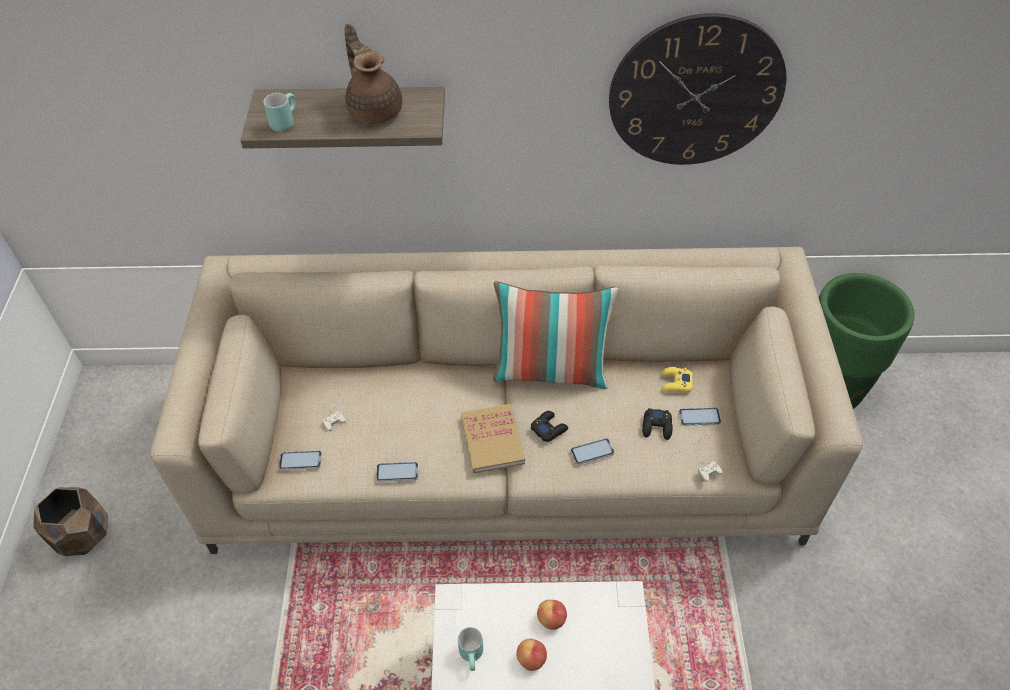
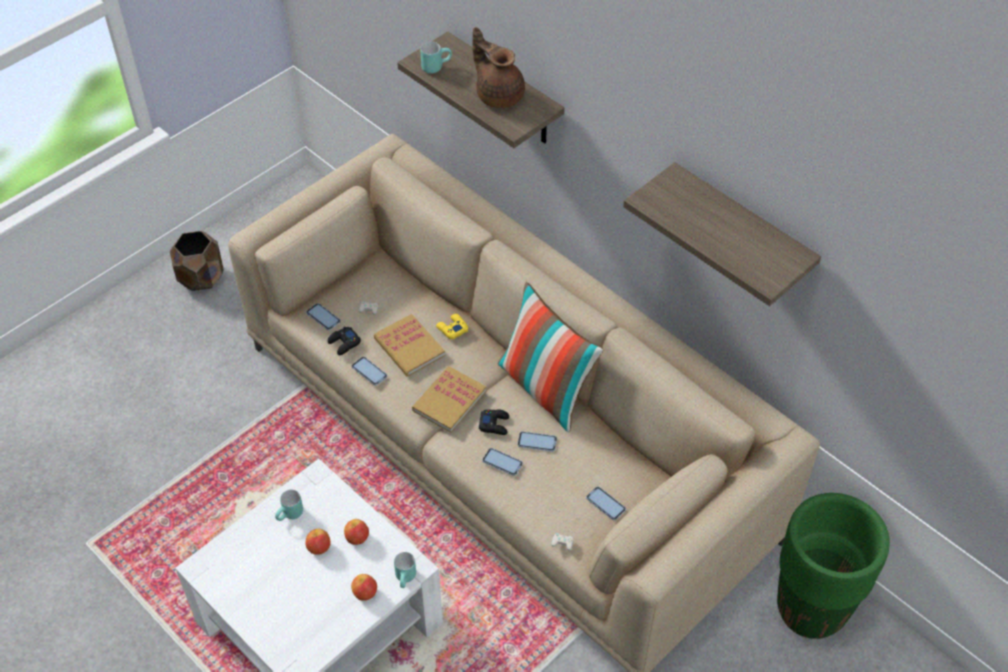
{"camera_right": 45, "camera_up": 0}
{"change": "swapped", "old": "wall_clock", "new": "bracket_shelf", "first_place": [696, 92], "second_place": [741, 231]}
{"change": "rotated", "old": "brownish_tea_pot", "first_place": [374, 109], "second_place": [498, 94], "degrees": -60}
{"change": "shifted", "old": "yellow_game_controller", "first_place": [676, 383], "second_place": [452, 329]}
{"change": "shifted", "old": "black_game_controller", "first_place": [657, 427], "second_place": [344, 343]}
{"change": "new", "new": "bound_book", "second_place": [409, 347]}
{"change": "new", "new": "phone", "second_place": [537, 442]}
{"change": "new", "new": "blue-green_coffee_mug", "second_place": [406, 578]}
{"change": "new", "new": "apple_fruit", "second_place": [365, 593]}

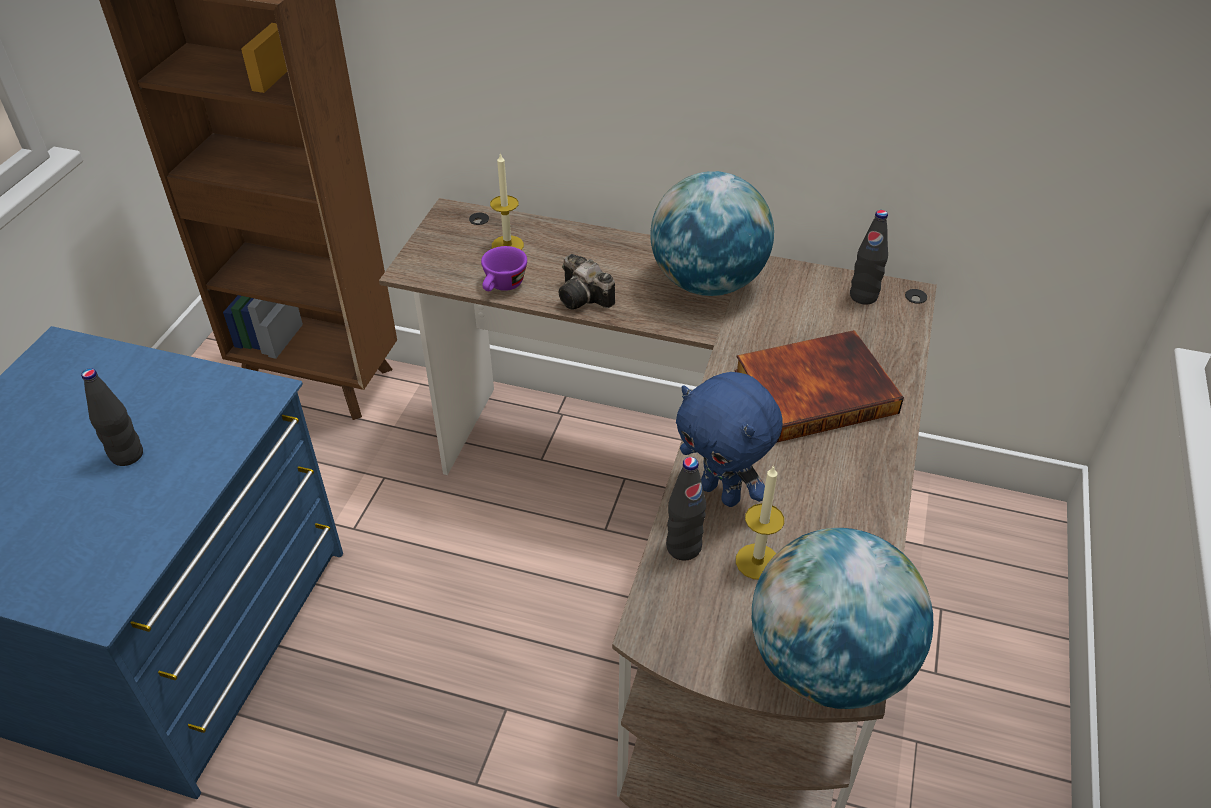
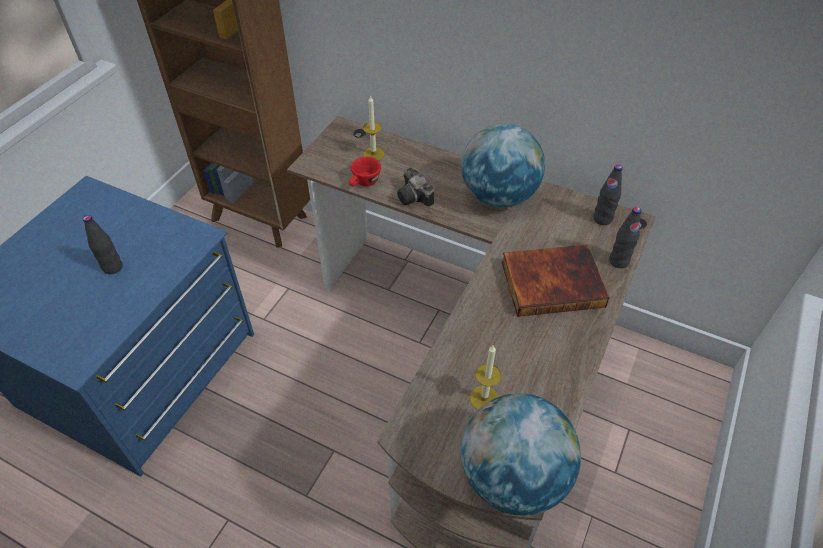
{"camera_right": 10, "camera_up": 5}
{"change": "repainted", "old": "purple-coloured_cup", "new": "red_cup", "first_place": [503, 286], "second_place": [364, 183]}
{"change": "gone", "old": "bluish_soft_toy", "first_place": [721, 493]}
{"change": "shifted", "old": "black_drink_bottle", "first_place": [683, 547], "second_place": [618, 261]}

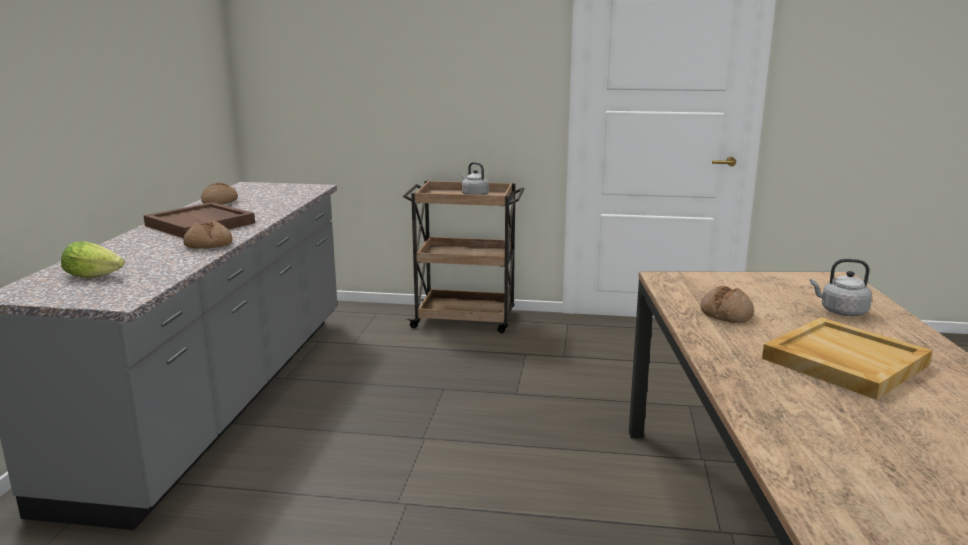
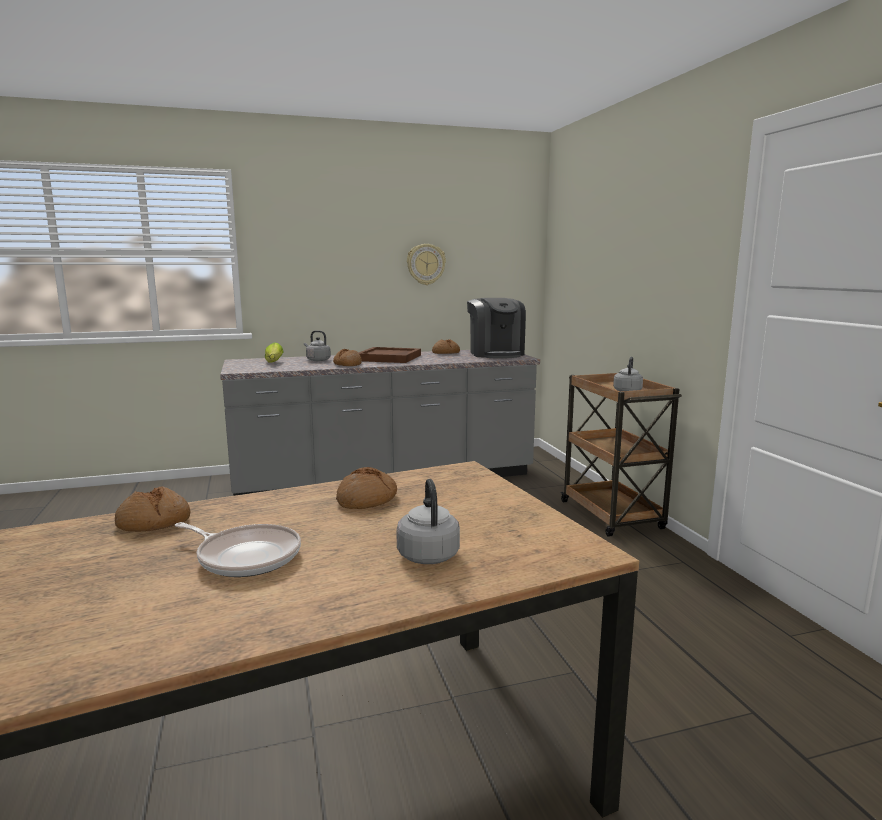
{"camera_right": 65, "camera_up": -5}
{"change": "swapped", "old": "beige_tray", "new": "pan", "first_place": [843, 361], "second_place": [246, 556]}
{"change": "new", "new": "wall_clock", "second_place": [425, 264]}
{"change": "new", "new": "coffee_maker", "second_place": [495, 354]}
{"change": "new", "new": "gray_water_kettle", "second_place": [317, 360]}
{"change": "new", "new": "baked_bread", "second_place": [154, 522]}

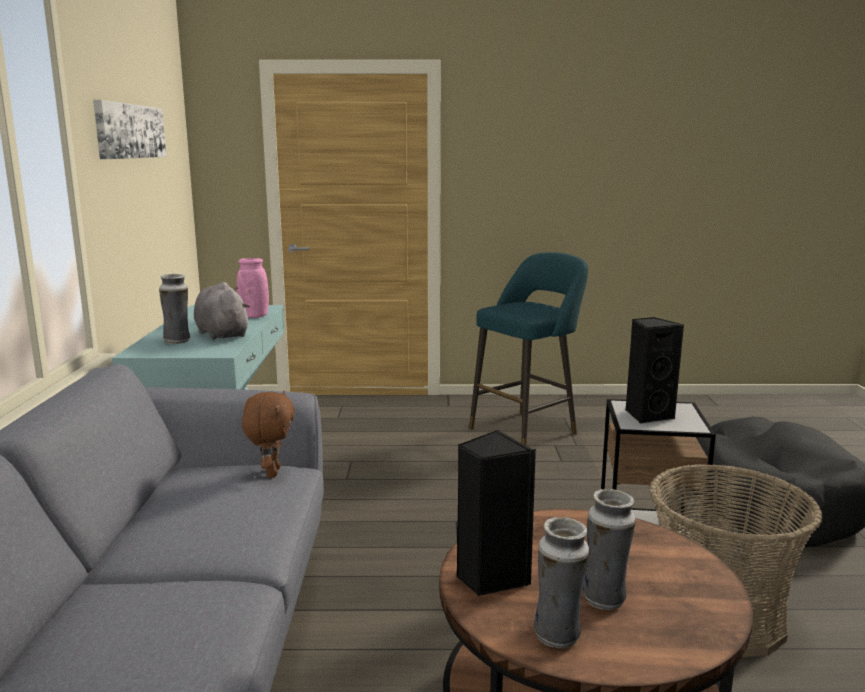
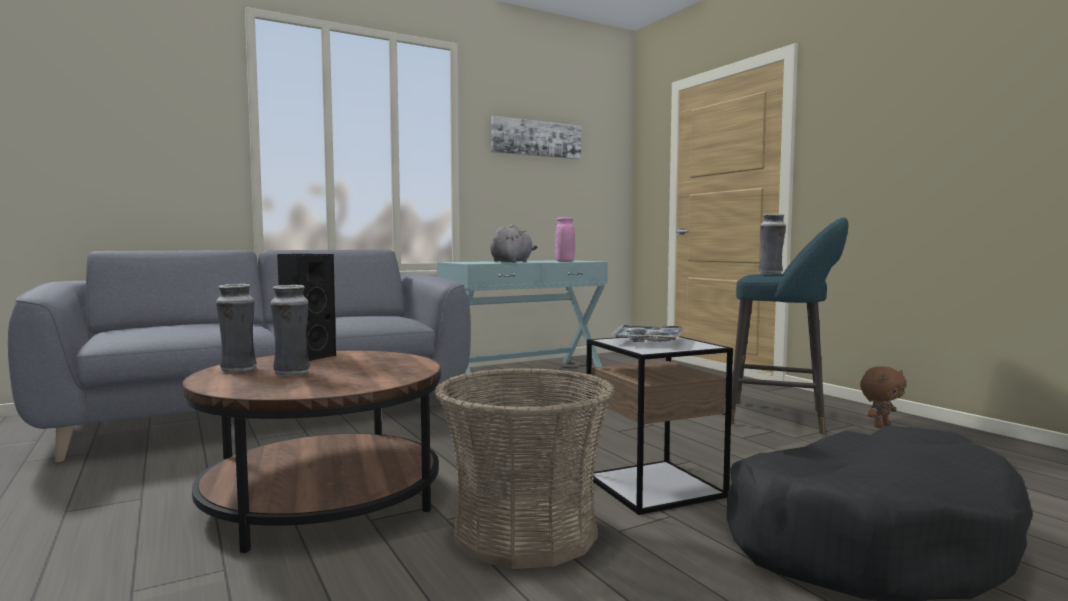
{"camera_right": 60, "camera_up": -10}
{"change": "shifted", "old": "vase", "first_place": [178, 341], "second_place": [771, 273]}
{"change": "swapped", "old": "black_loudspeaker", "new": "tray", "first_place": [647, 415], "second_place": [648, 341]}
{"change": "shifted", "old": "brownish_soft_toy", "first_place": [271, 472], "second_place": [880, 426]}

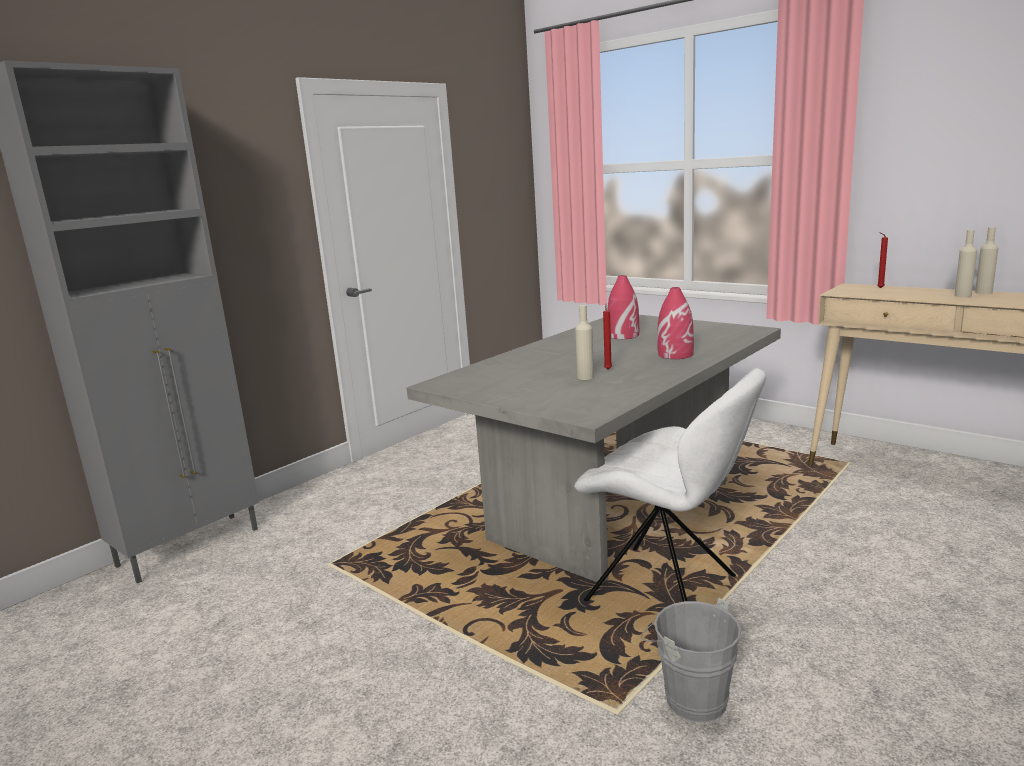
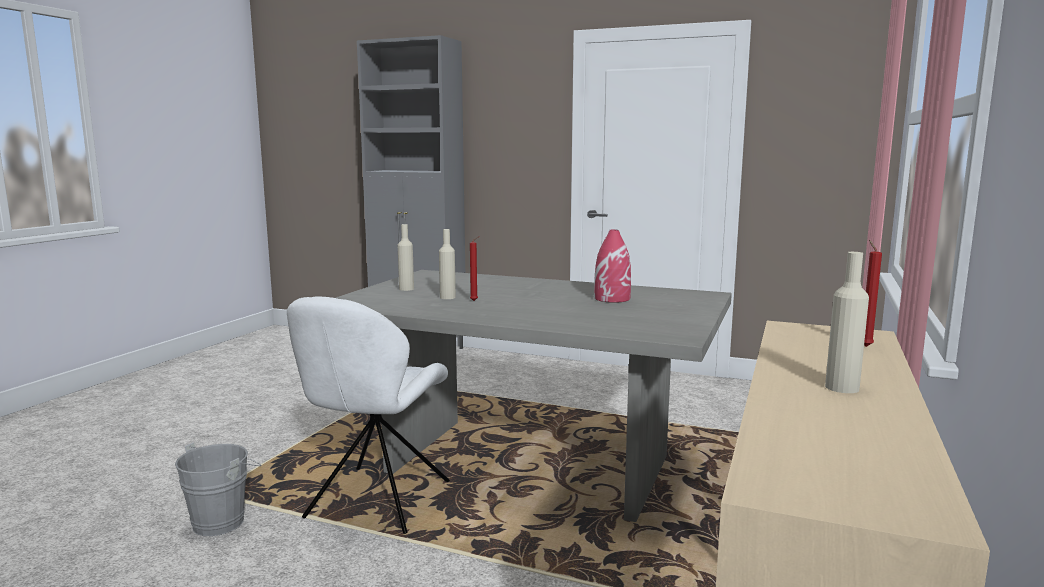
{"camera_right": 70, "camera_up": -5}
{"change": "shifted", "old": "beige_drink_bottle", "first_place": [983, 292], "second_place": [406, 289]}
{"change": "gone", "old": "red_vase", "first_place": [675, 354]}

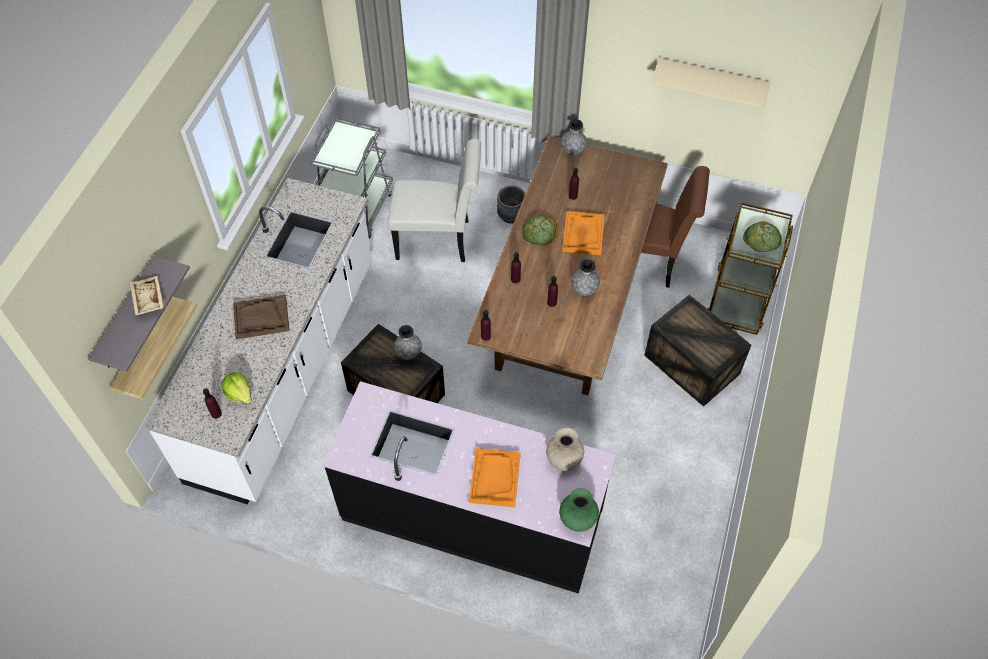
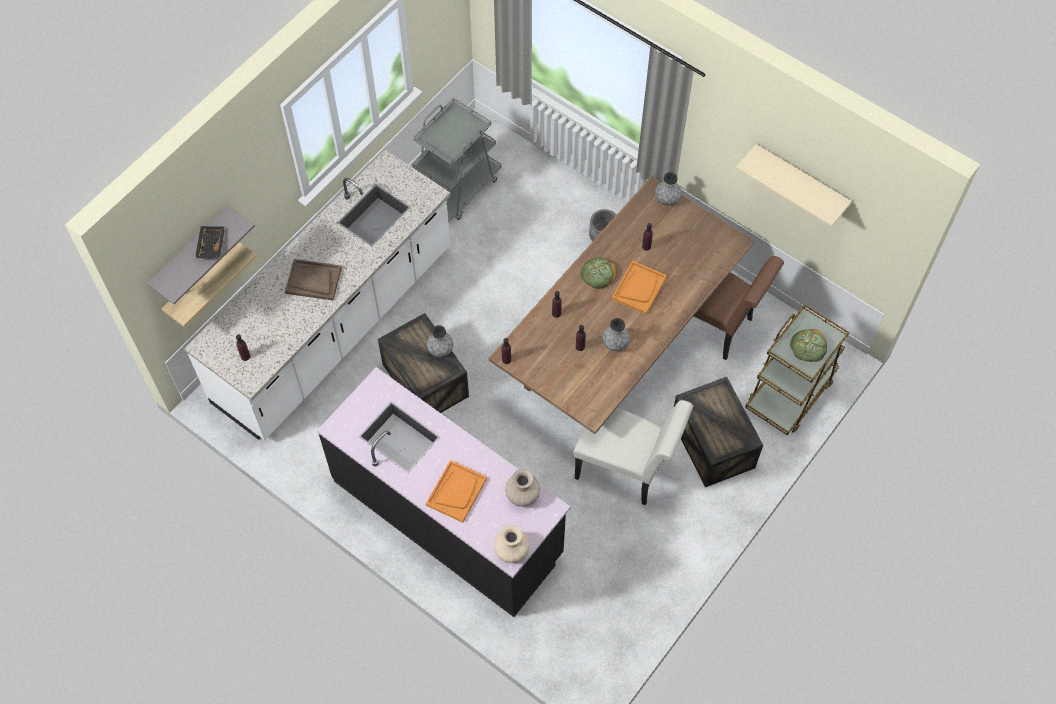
{"camera_right": 20, "camera_up": 5}
{"change": "shifted", "old": "whitish_chair", "first_place": [439, 240], "second_place": [627, 469]}
{"change": "repainted", "old": "beige_tray", "new": "black_tray", "first_place": [147, 299], "second_place": [210, 245]}
{"change": "gone", "old": "lettuce", "first_place": [239, 393]}
{"change": "repainted", "old": "green_vase", "new": "beige_vase", "first_place": [578, 520], "second_place": [511, 552]}

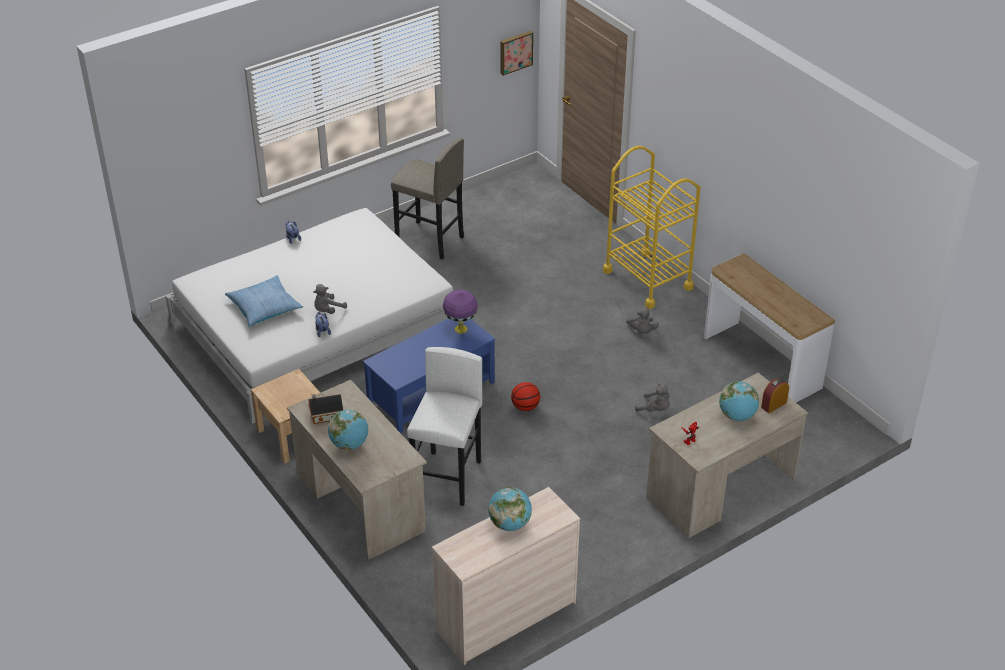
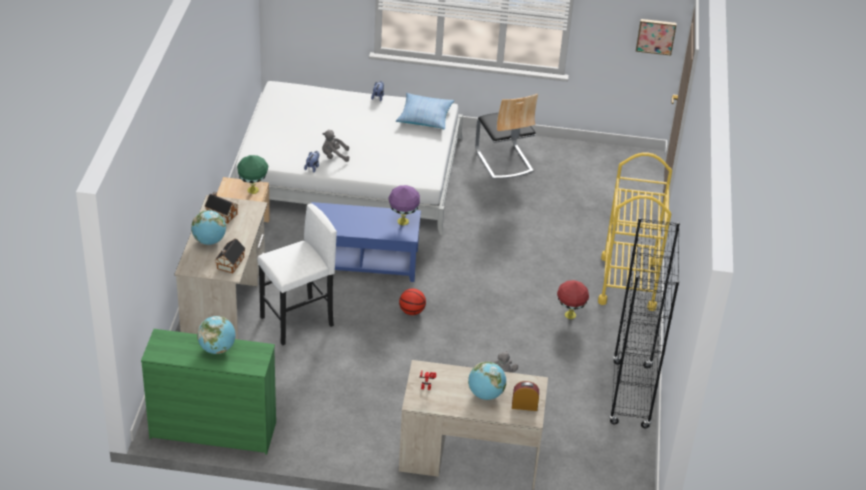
{"camera_right": 40, "camera_up": 0}
{"change": "swapped", "old": "gray_stool_seat", "new": "chair", "first_place": [429, 241], "second_place": [503, 161]}
{"change": "swapped", "old": "narrow_table", "new": "black_bookcase", "first_place": [761, 362], "second_place": [630, 395]}
{"change": "shifted", "old": "throw_pillow", "first_place": [264, 307], "second_place": [424, 117]}
{"change": "swapped", "old": "gray_soft_toy", "new": "red_tabletop_lamp", "first_place": [642, 331], "second_place": [569, 315]}
{"change": "repainted", "old": "beige_dresser", "new": "green_dresser", "first_place": [505, 616], "second_place": [213, 430]}
{"change": "new", "new": "green_tabletop_lamp", "second_place": [253, 190]}
{"change": "new", "new": "model_house", "second_place": [229, 263]}

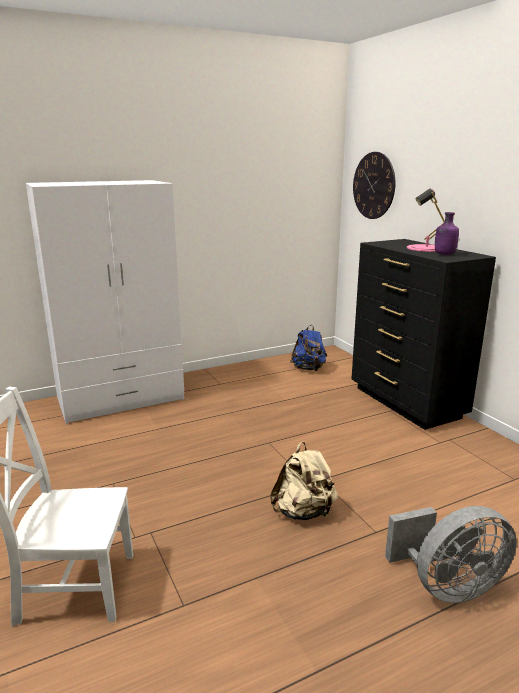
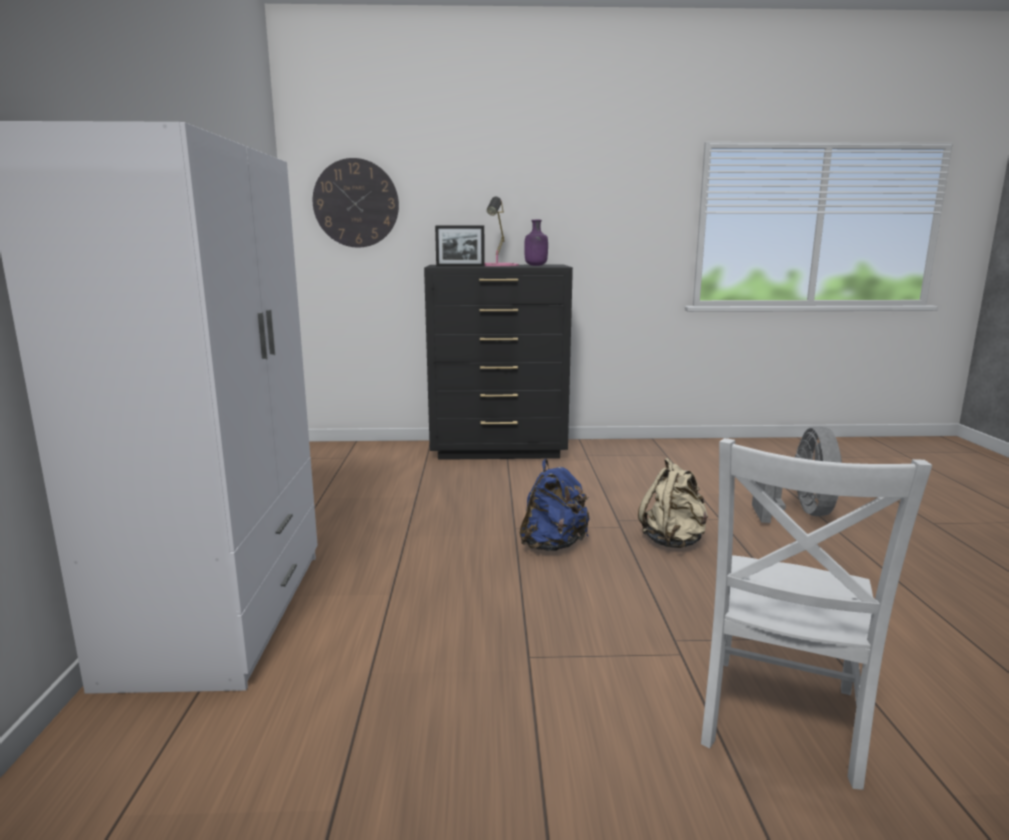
{"camera_right": -65, "camera_up": -5}
{"change": "shifted", "old": "bluish_backpack", "first_place": [308, 369], "second_place": [553, 545]}
{"change": "new", "new": "photo_frame", "second_place": [460, 266]}

